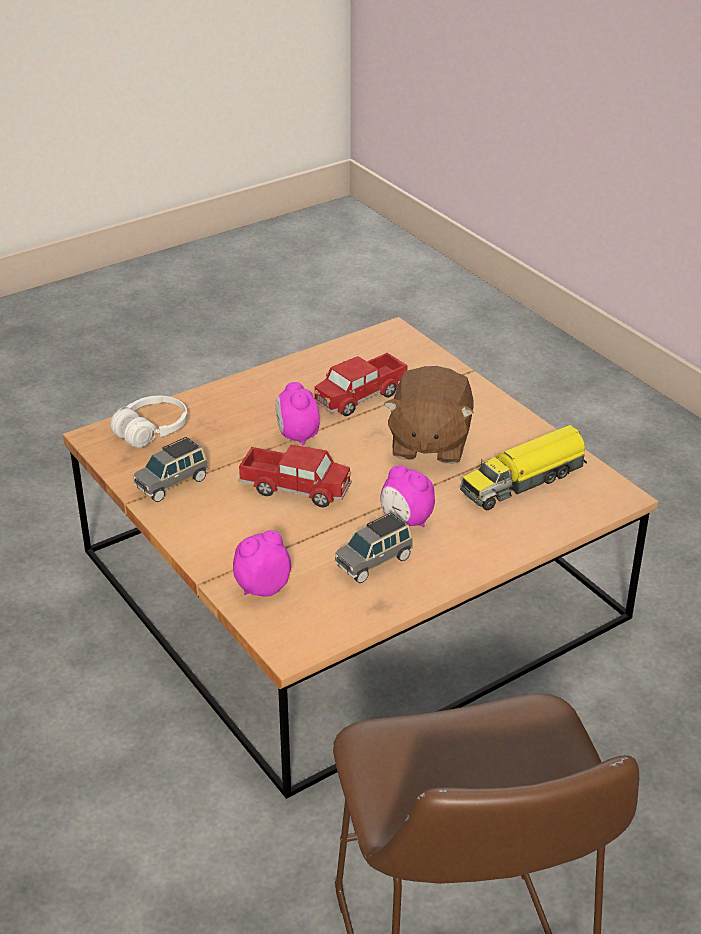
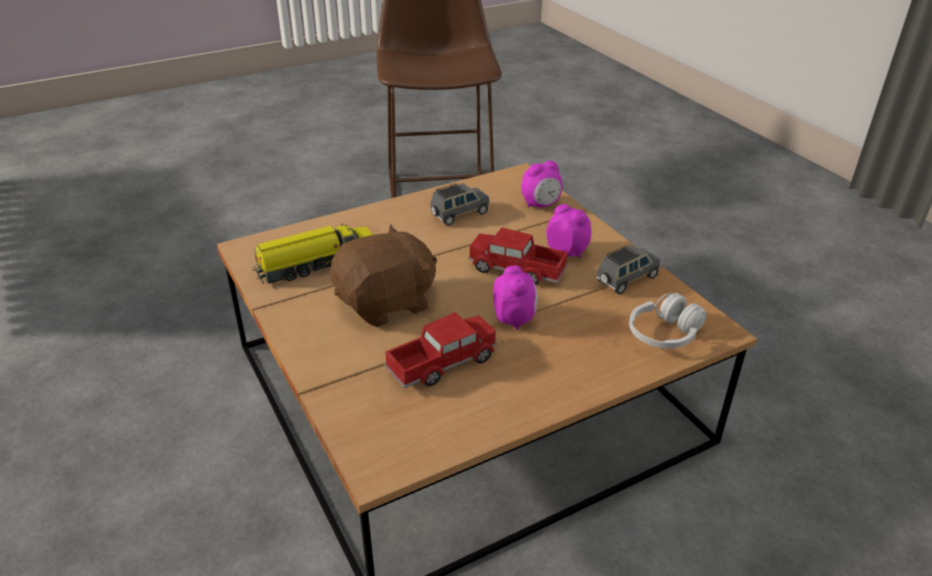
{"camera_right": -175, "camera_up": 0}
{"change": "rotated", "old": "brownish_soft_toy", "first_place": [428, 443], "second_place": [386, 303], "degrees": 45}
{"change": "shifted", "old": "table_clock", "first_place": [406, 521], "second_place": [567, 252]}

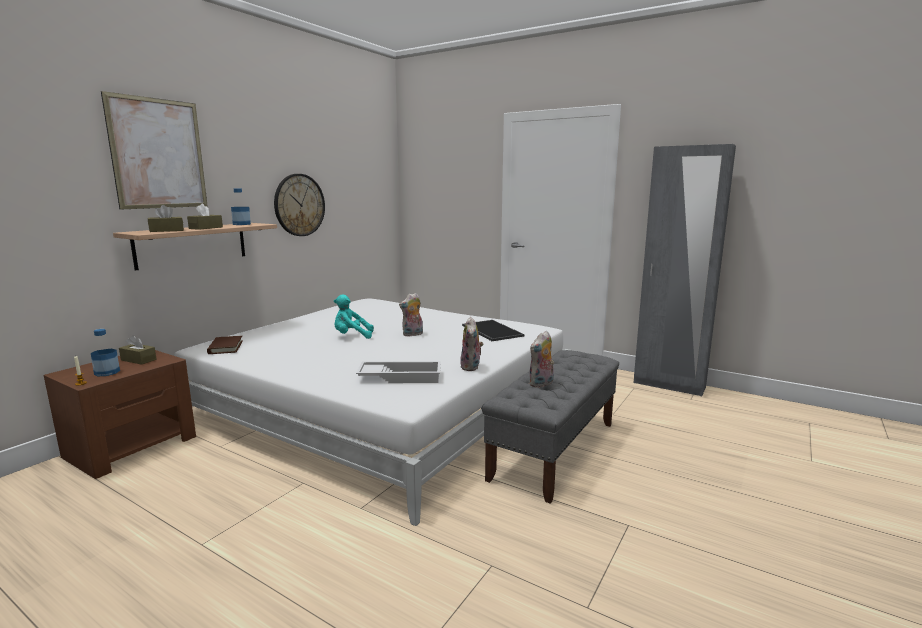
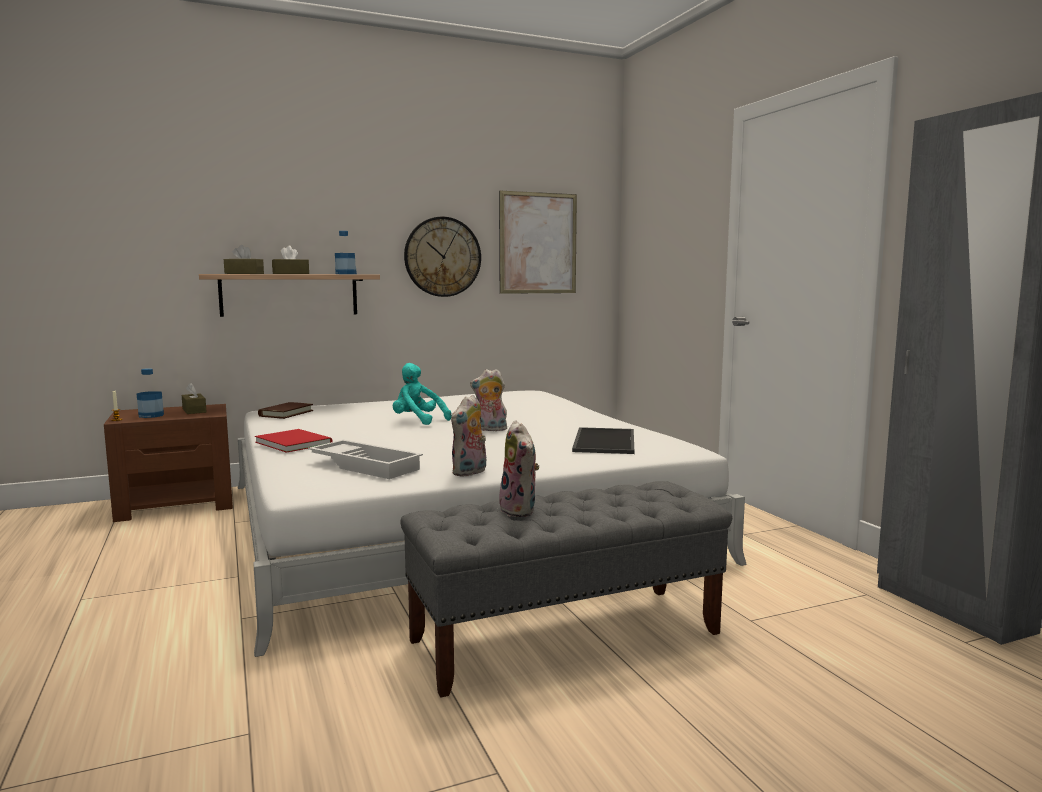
{"camera_right": 35, "camera_up": -5}
{"change": "shifted", "old": "wall_picture", "first_place": [158, 154], "second_place": [538, 243]}
{"change": "rotated", "old": "soft_toy", "first_place": [541, 384], "second_place": [521, 510], "degrees": -105}
{"change": "new", "new": "red_bound_book", "second_place": [294, 442]}

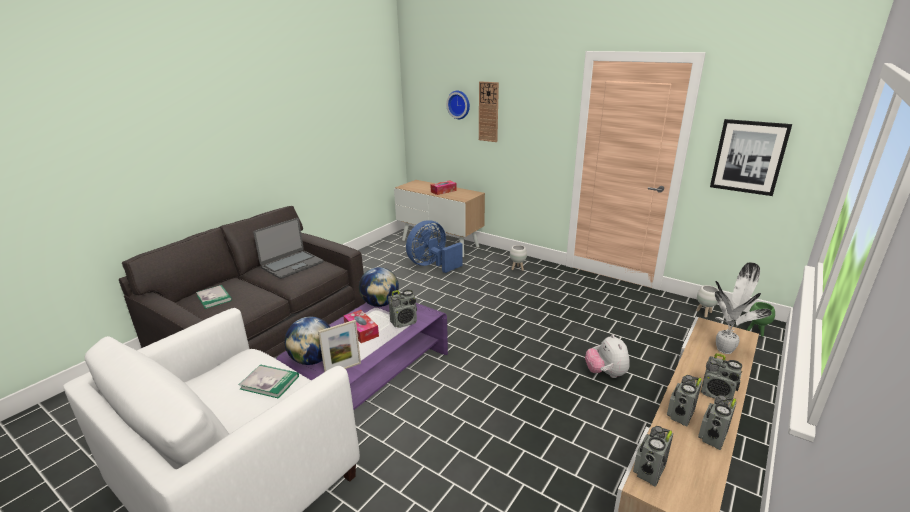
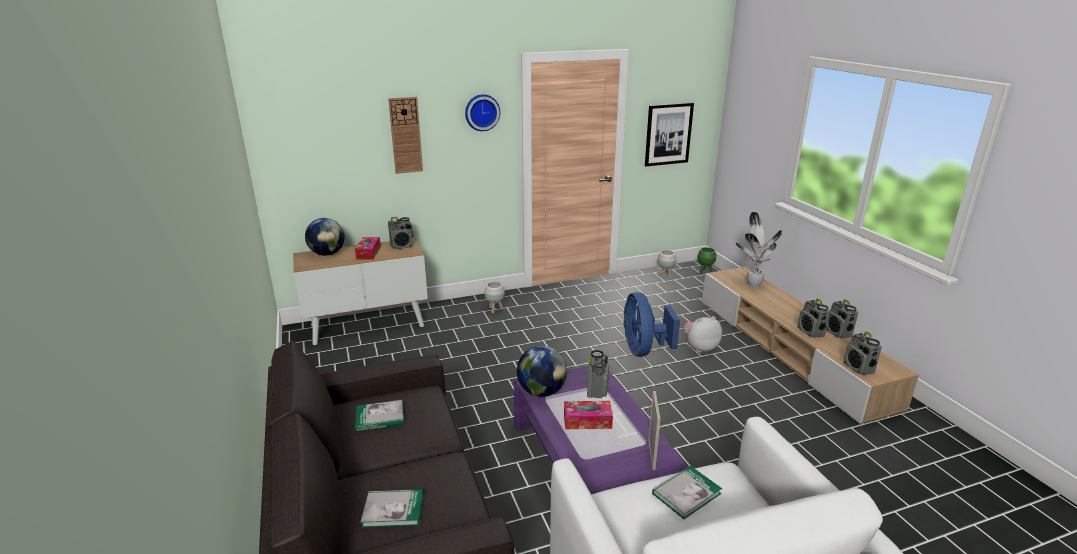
{"camera_right": -55, "camera_up": 0}
{"change": "shifted", "old": "wall_clock", "first_place": [459, 104], "second_place": [481, 112]}
{"change": "swapped", "old": "portable_computer", "new": "bound_book", "first_place": [292, 265], "second_place": [380, 417]}
{"change": "shifted", "old": "bluish_cooling_fan", "first_place": [432, 265], "second_place": [643, 350]}
{"change": "shifted", "old": "world_globe", "first_place": [313, 359], "second_place": [327, 254]}
{"change": "rotated", "old": "soft_toy", "first_place": [605, 373], "second_place": [699, 347], "degrees": 135}
{"change": "shifted", "old": "radio_receiver", "first_place": [717, 394], "second_place": [402, 246]}

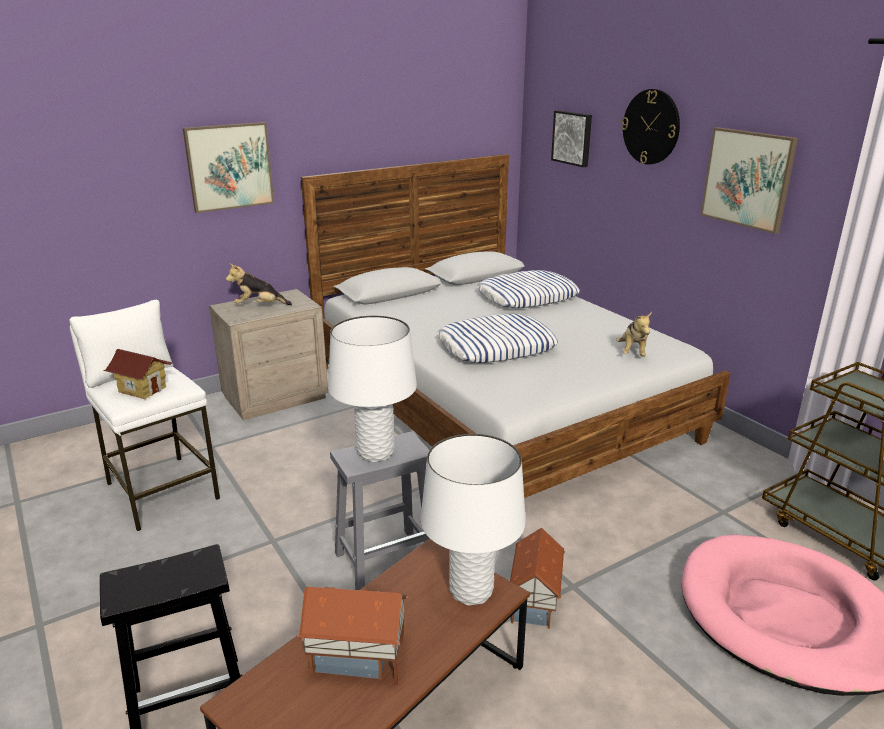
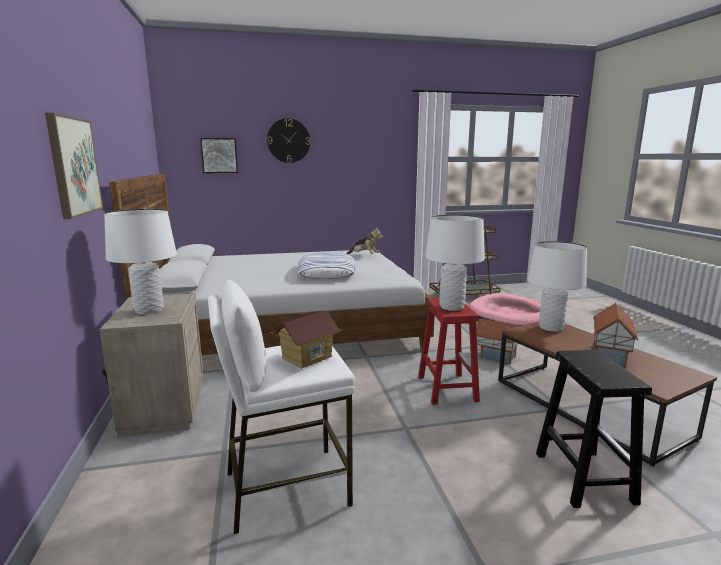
{"camera_right": -70, "camera_up": -10}
{"change": "gone", "old": "wall_picture", "first_place": [747, 178]}
{"change": "swapped", "old": "soft_toy", "new": "whitish_tabletop_lamp", "first_place": [259, 306], "second_place": [149, 310]}
{"change": "gone", "old": "throw_pillow", "first_place": [527, 297]}
{"change": "repainted", "old": "gray_stool_seat", "new": "red_stool_seat", "first_place": [387, 560], "second_place": [446, 388]}

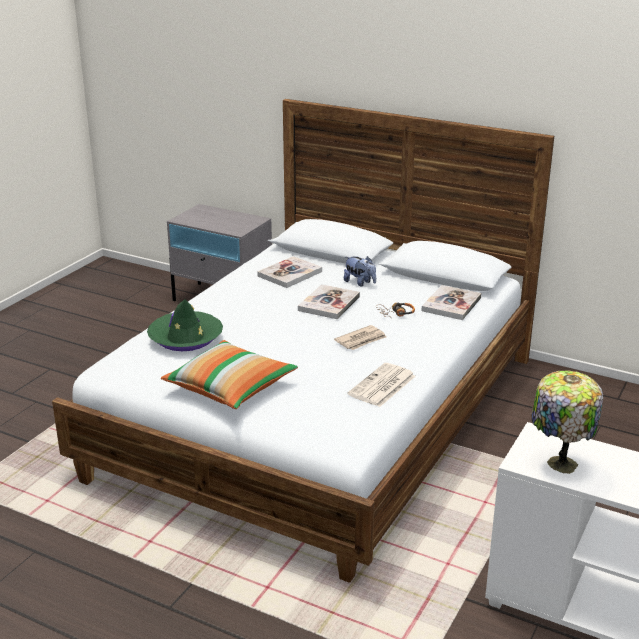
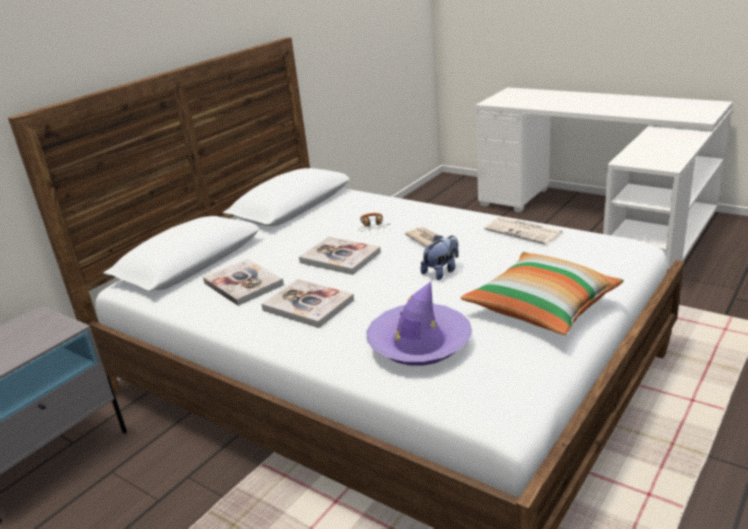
{"camera_right": -80, "camera_up": 0}
{"change": "shifted", "old": "soft_toy", "first_place": [360, 283], "second_place": [442, 271]}
{"change": "shifted", "old": "bound_book", "first_place": [451, 304], "second_place": [308, 305]}
{"change": "repainted", "old": "green_clothing_hat", "new": "purple-coloured_clothing_hat", "first_place": [185, 338], "second_place": [419, 343]}
{"change": "gone", "old": "tabletop_lamp", "first_place": [559, 464]}

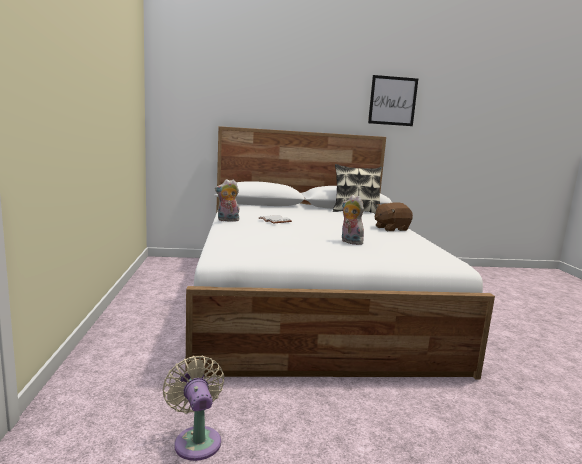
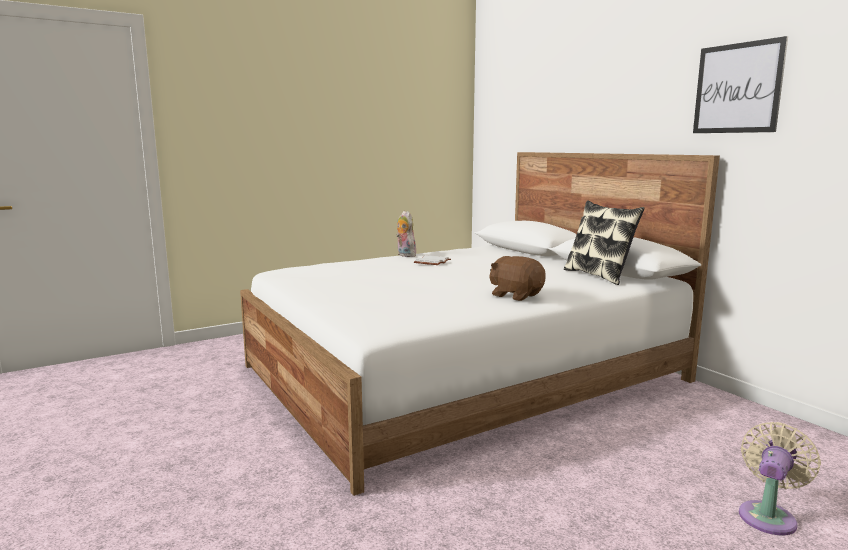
{"camera_right": 65, "camera_up": 0}
{"change": "gone", "old": "soft_toy", "first_place": [350, 242]}
{"change": "shifted", "old": "beige_cooling_fan", "first_place": [196, 440], "second_place": [768, 515]}

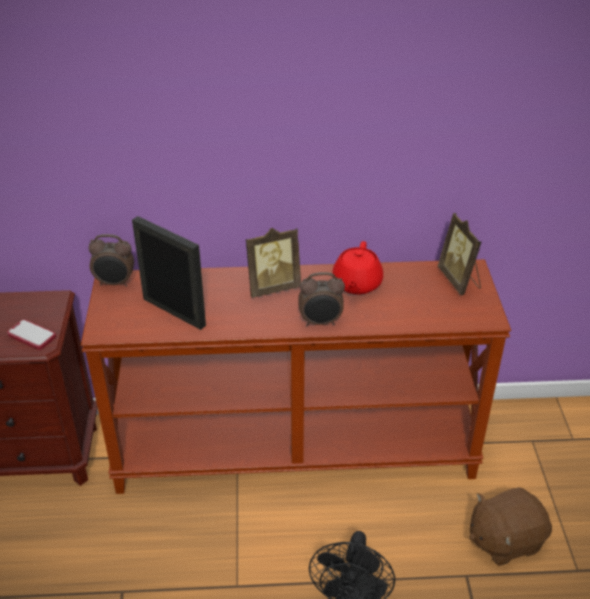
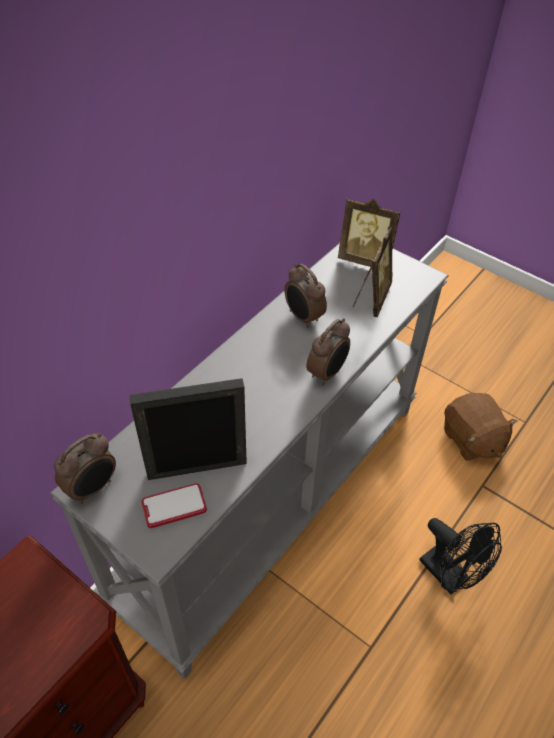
{"camera_right": -50, "camera_up": 10}
{"change": "shifted", "old": "photo_frame", "first_place": [272, 287], "second_place": [371, 298]}
{"change": "swapped", "old": "red_tea_pot", "new": "table_clock", "first_place": [356, 284], "second_place": [303, 317]}
{"change": "repainted", "old": "brownish_narrow_table", "new": "gray_narrow_table", "first_place": [295, 447], "second_place": [272, 498]}
{"change": "shifted", "old": "phone", "first_place": [32, 336], "second_place": [174, 506]}
{"change": "rotated", "old": "brownish_soft_toy", "first_place": [504, 540], "second_place": [471, 439], "degrees": -45}

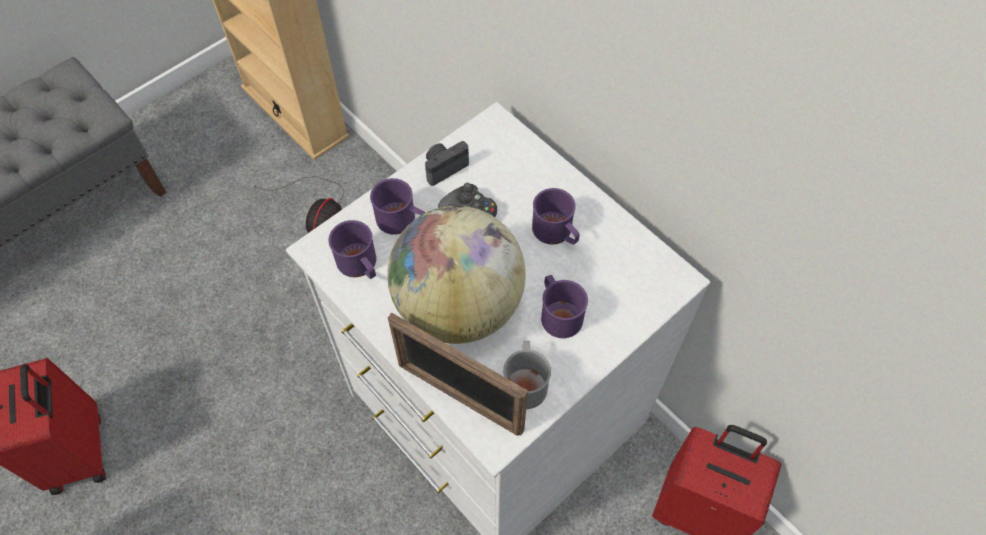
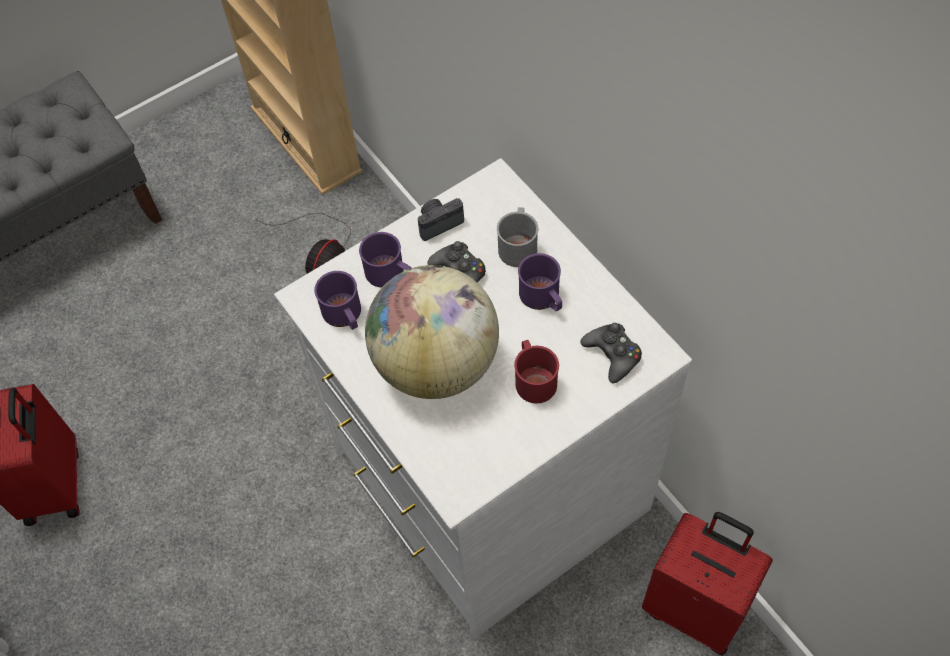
{"camera_right": 10, "camera_up": 0}
{"change": "repainted", "old": "purple-coloured_coffee_mug", "new": "red_coffee_mug", "first_place": [558, 313], "second_place": [533, 378]}
{"change": "gone", "old": "photo_frame", "first_place": [459, 397]}
{"change": "shifted", "old": "gray_coffee_mug", "first_place": [525, 381], "second_place": [518, 245]}
{"change": "new", "new": "black_game_controller", "second_place": [613, 354]}

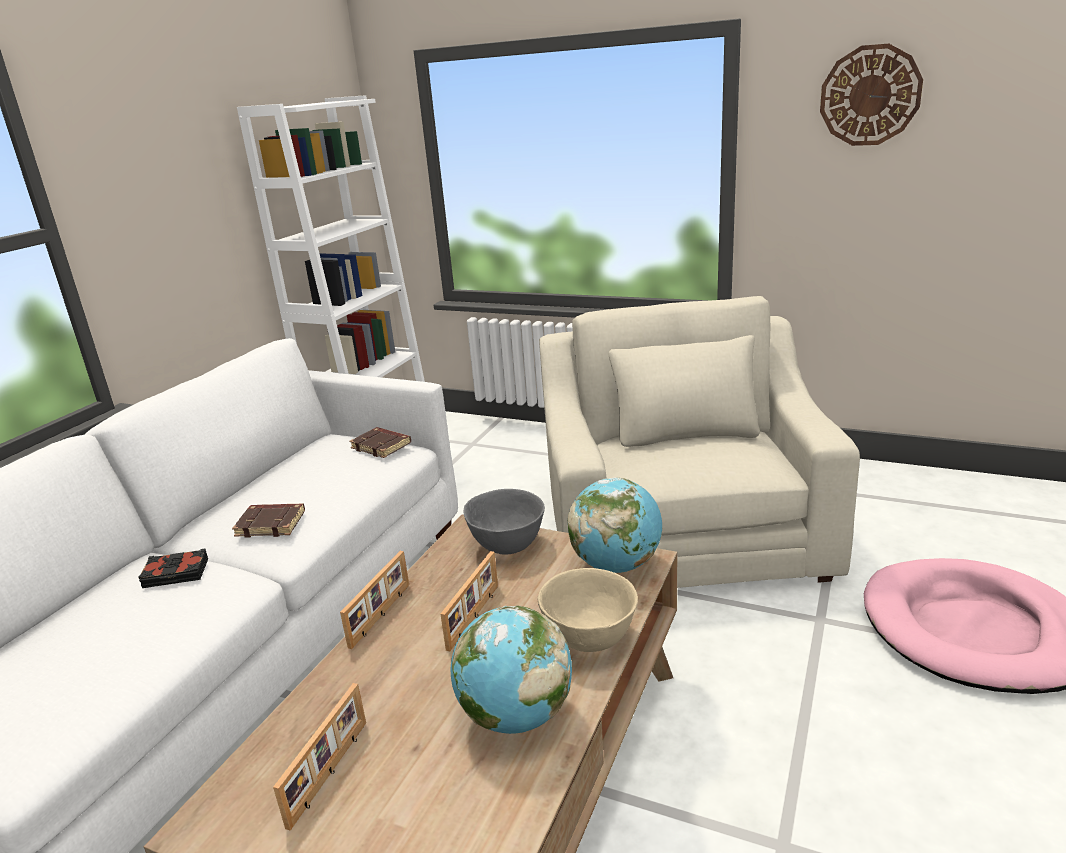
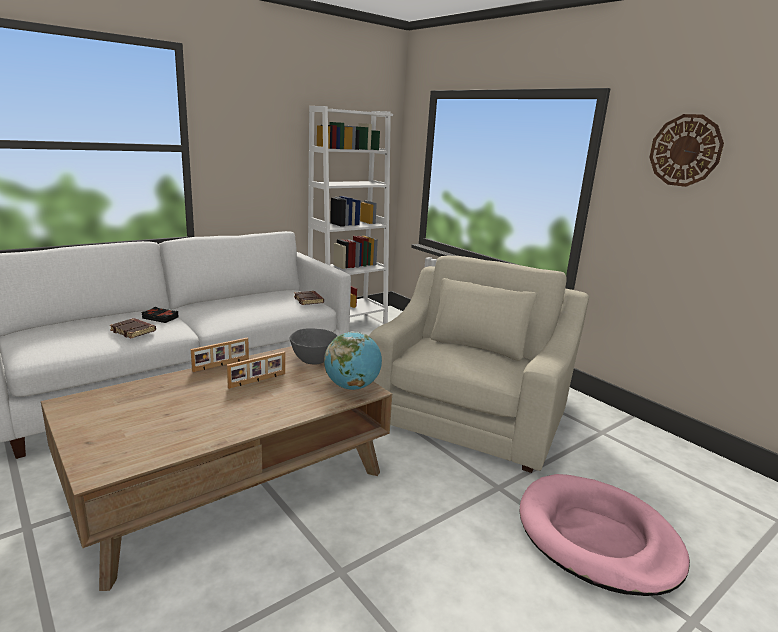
{"camera_right": 25, "camera_up": -5}
{"change": "shifted", "old": "brownish_bound_book", "first_place": [272, 524], "second_place": [134, 331]}
{"change": "gone", "old": "beige_deep_dish", "first_place": [589, 638]}
{"change": "gone", "old": "world_globe", "first_place": [515, 715]}
{"change": "gone", "old": "photo_frame", "first_place": [330, 772]}

